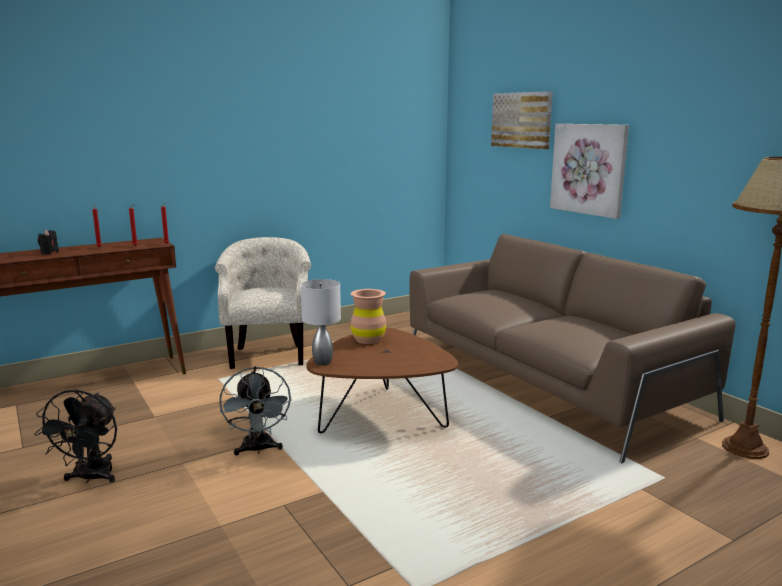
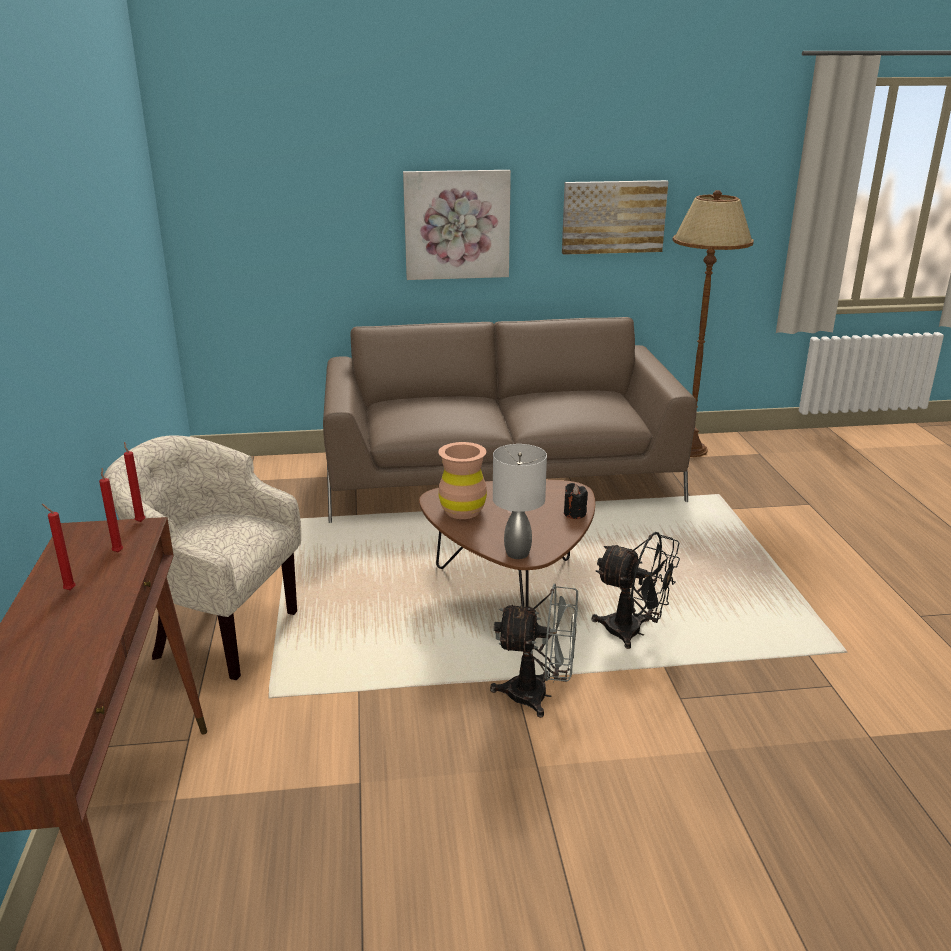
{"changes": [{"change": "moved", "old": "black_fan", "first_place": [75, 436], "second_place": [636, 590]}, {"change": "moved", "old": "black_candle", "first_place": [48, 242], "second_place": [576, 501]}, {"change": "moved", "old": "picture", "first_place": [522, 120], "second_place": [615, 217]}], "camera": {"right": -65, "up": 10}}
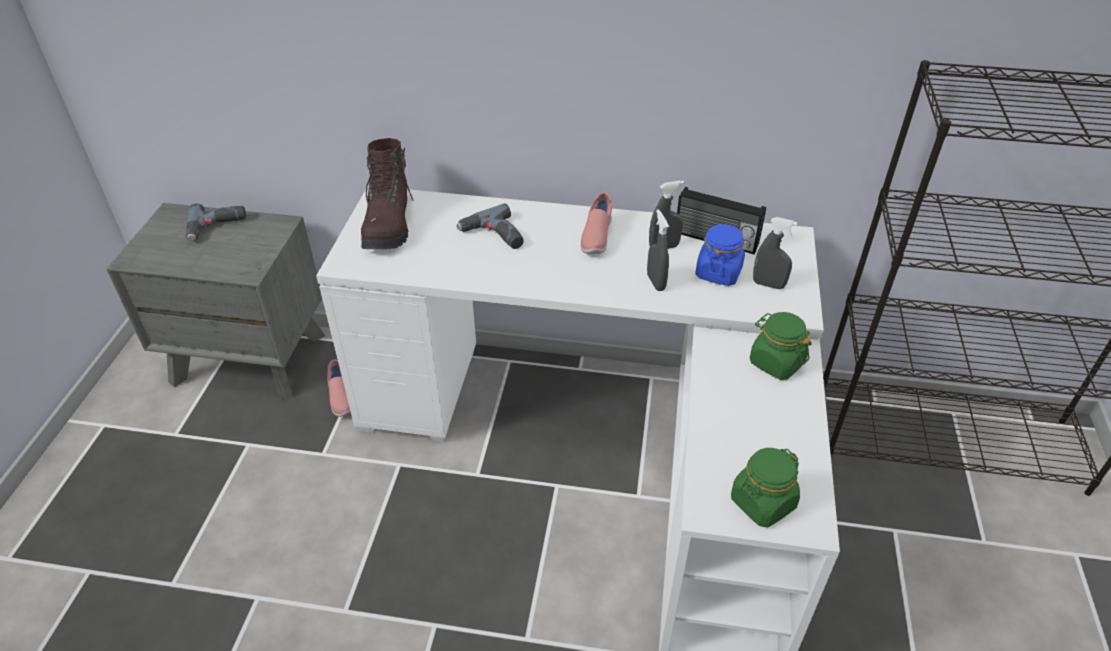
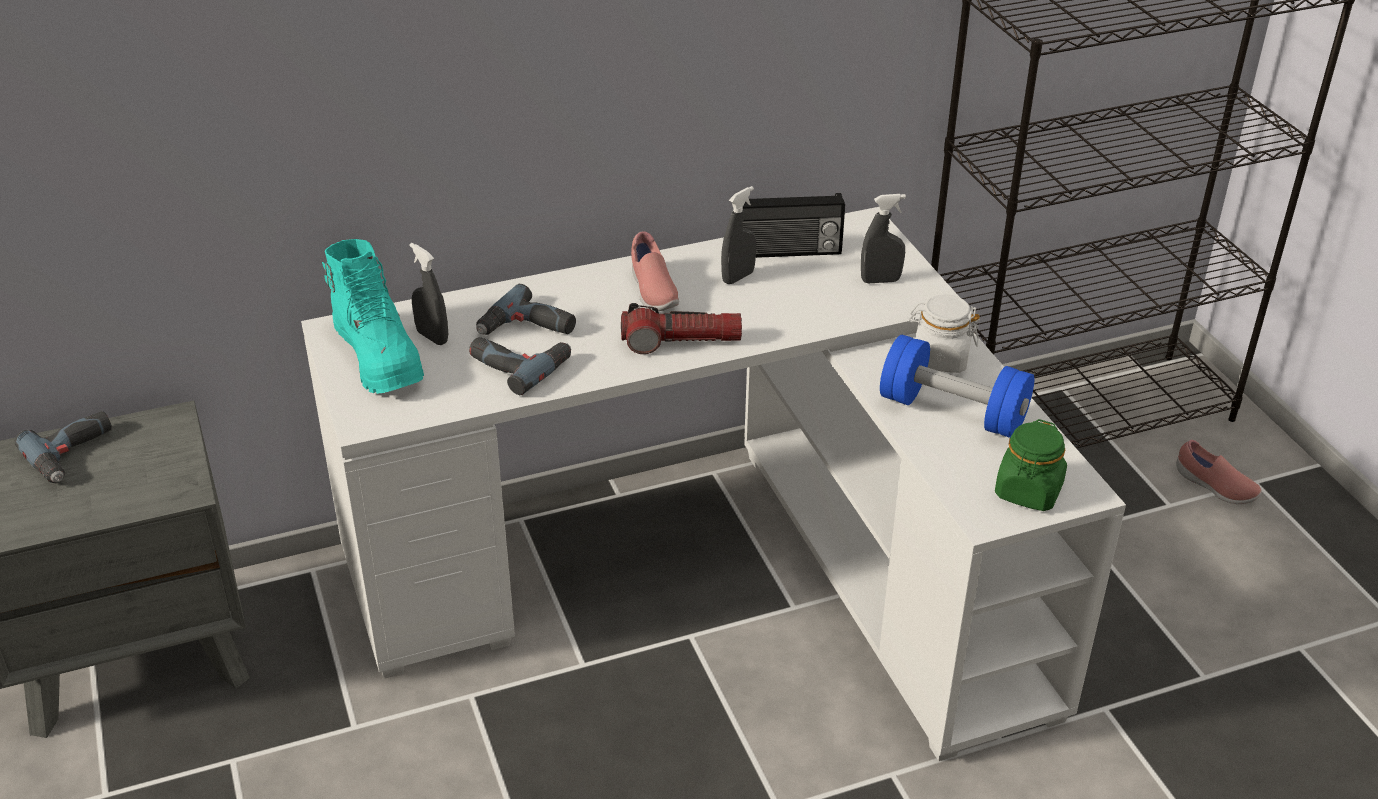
{"changes": [{"change": "removed", "old": "blue_jar", "first_place": [720, 255]}, {"change": "added", "new": "power_drill", "second_place": [520, 366]}, {"change": "added", "new": "flashlight", "second_place": [681, 328]}, {"change": "added", "new": "blue_dumbbell", "second_place": [957, 386]}, {"change": "moved", "old": "pink_shoe", "first_place": [339, 388], "second_place": [1219, 472]}, {"change": "moved", "old": "grey_spray_bottle", "first_place": [658, 250], "second_place": [429, 294]}, {"change": "recoloured", "old": "brown_boot", "new": "turquoise_boot", "first_place": [387, 193], "second_place": [373, 316]}, {"change": "recoloured", "old": "green_jar", "new": "white_jar", "first_place": [780, 346], "second_place": [944, 333]}], "camera": {"right": -30, "up": -5}}
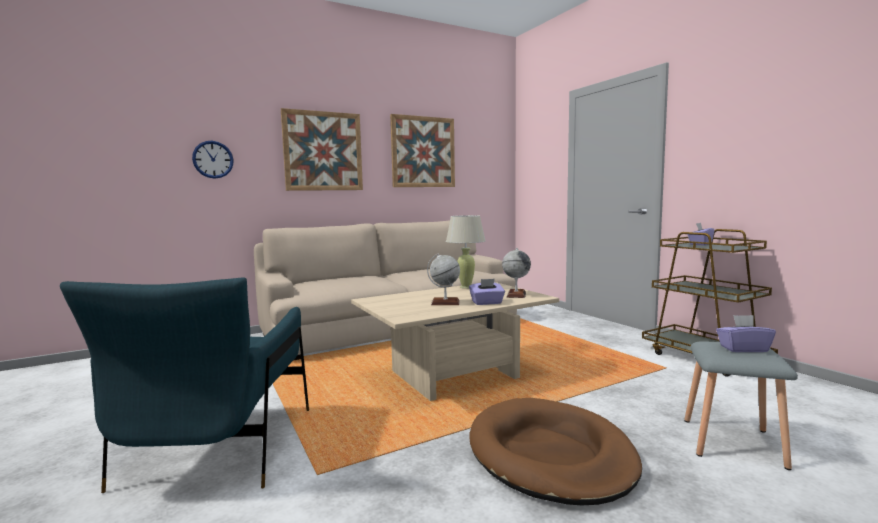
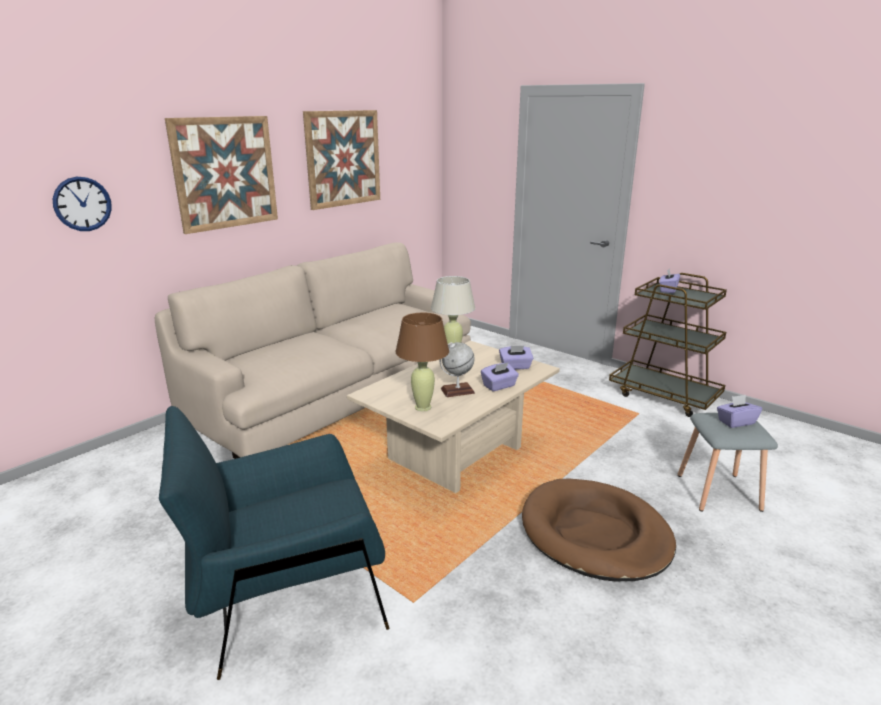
{"changes": [{"change": "added", "new": "brown_table_lamp", "second_place": [422, 361]}, {"change": "replaced", "old": "globe", "new": "purple_tissue_box", "first_place": [516, 273], "second_place": [516, 358]}, {"change": "turned", "old": "blue_armchair", "first_place": [184, 385], "second_place": [274, 543], "degrees": 90}], "camera": {"right": -20, "up": 15}}
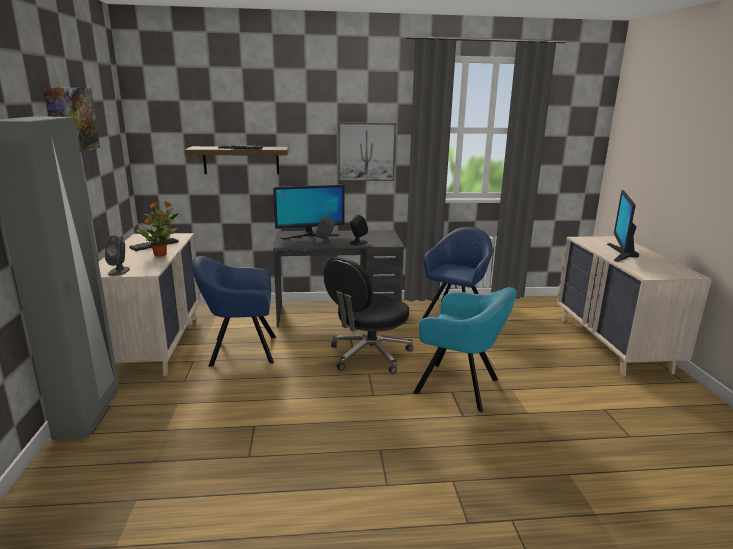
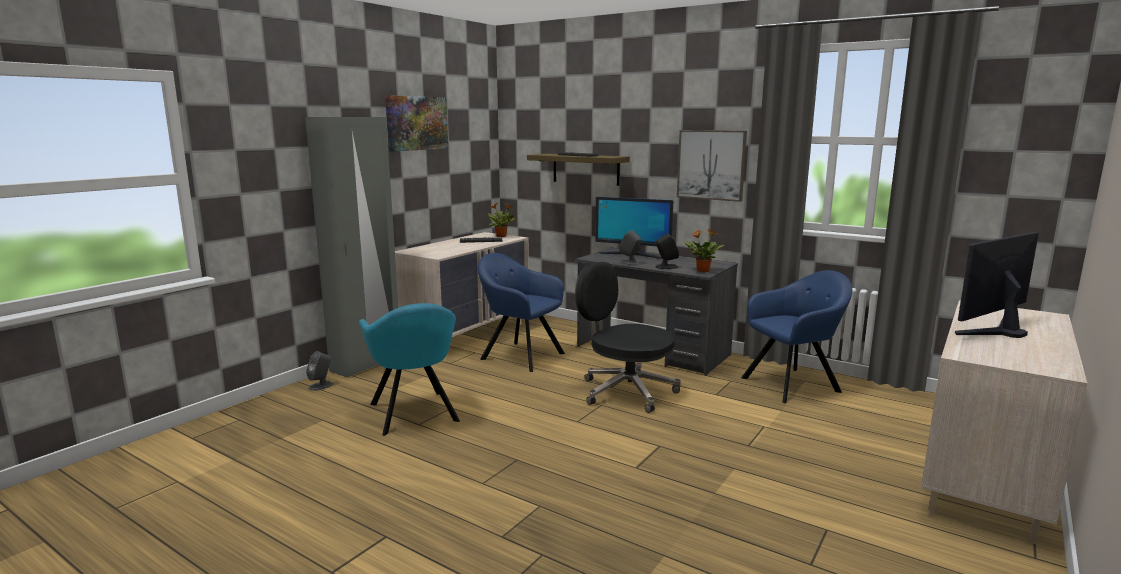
{"changes": [{"change": "moved", "old": "grey_speaker", "first_place": [117, 255], "second_place": [319, 371]}, {"change": "moved", "old": "potted_plant", "first_place": [157, 236], "second_place": [704, 250]}, {"change": "moved", "old": "turquoise_armchair", "first_place": [465, 349], "second_place": [409, 369]}, {"change": "turned", "old": "black_office_chair", "first_place": [368, 315], "second_place": [628, 337], "degrees": 45}], "camera": {"right": 40, "up": -5}}
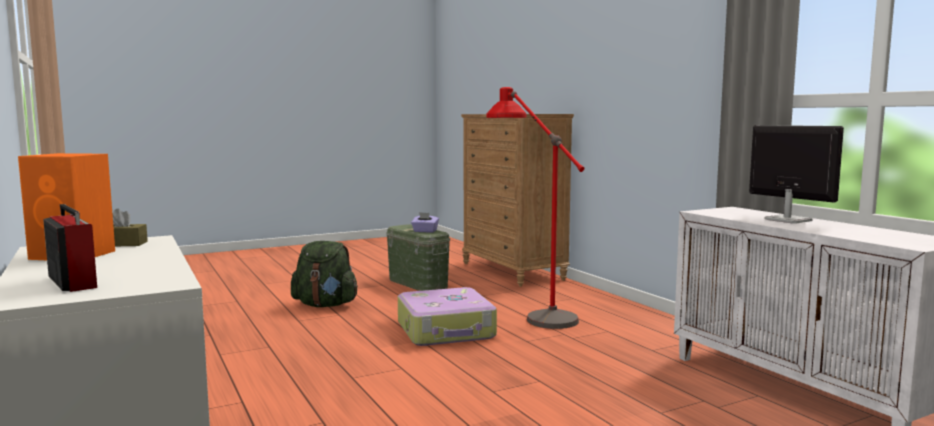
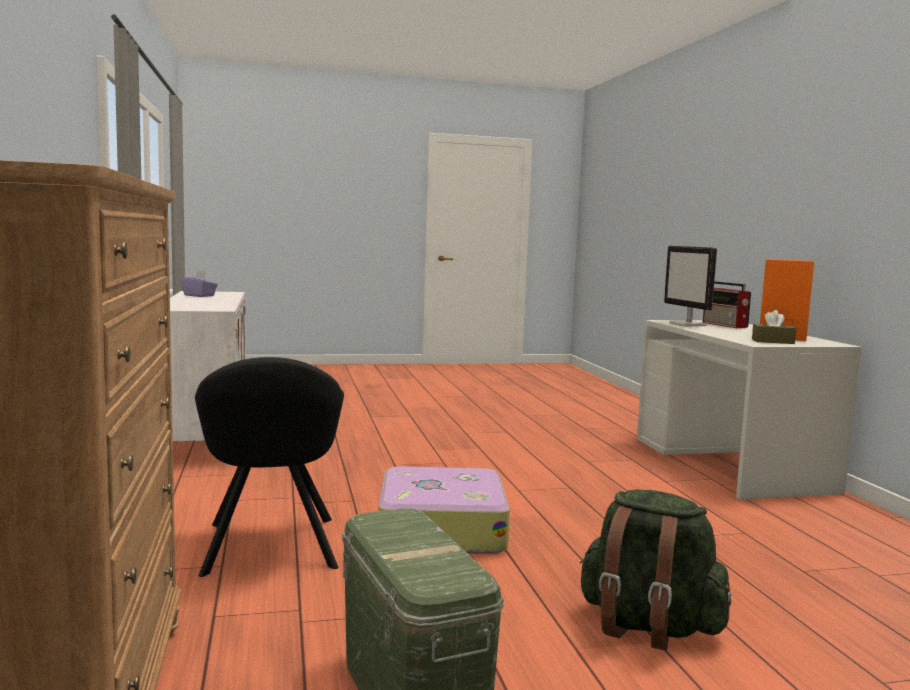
{"changes": [{"change": "moved", "old": "purple_tissue_box", "first_place": [425, 222], "second_place": [199, 284]}, {"change": "moved", "old": "monitor", "first_place": [796, 174], "second_place": [690, 286]}, {"change": "replaced", "old": "red_floor_lamp", "new": "black_armchair", "first_place": [535, 208], "second_place": [269, 467]}], "camera": {"right": -165, "up": 0}}
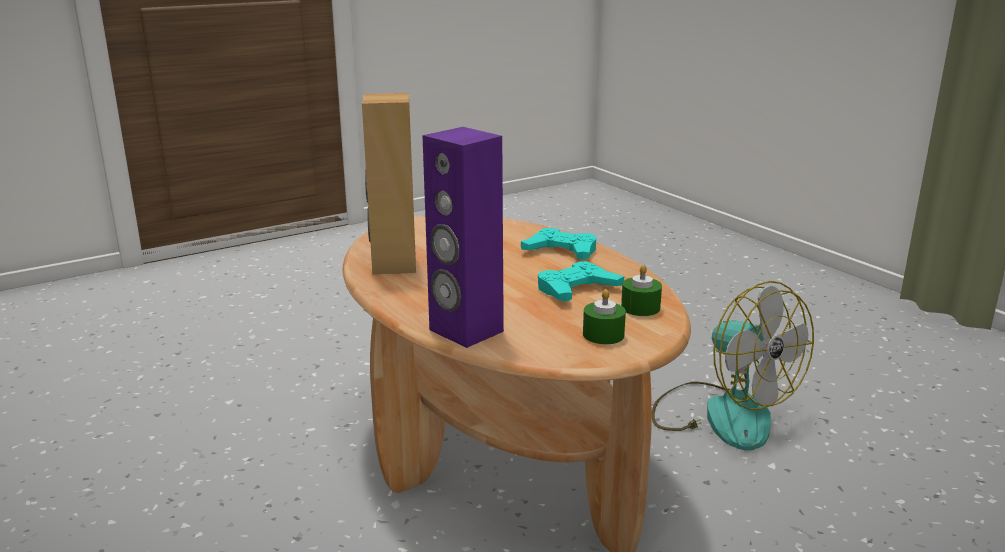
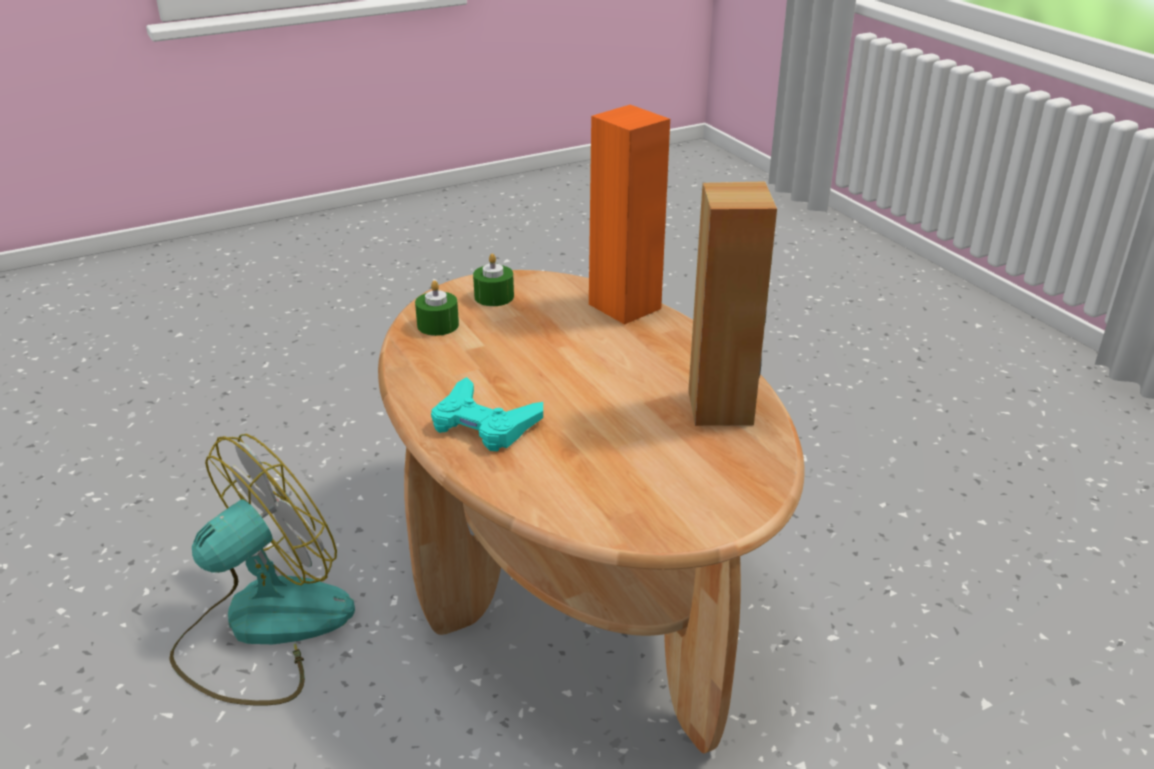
{"changes": [{"change": "removed", "old": "turquoise_game_controller", "first_place": [581, 281]}, {"change": "recoloured", "old": "purple_speaker", "new": "orange_speaker", "first_place": [463, 237], "second_place": [629, 214]}, {"change": "turned", "old": "fan", "first_place": [733, 365], "second_place": [262, 570], "degrees": 75}], "camera": {"right": -175, "up": 10}}
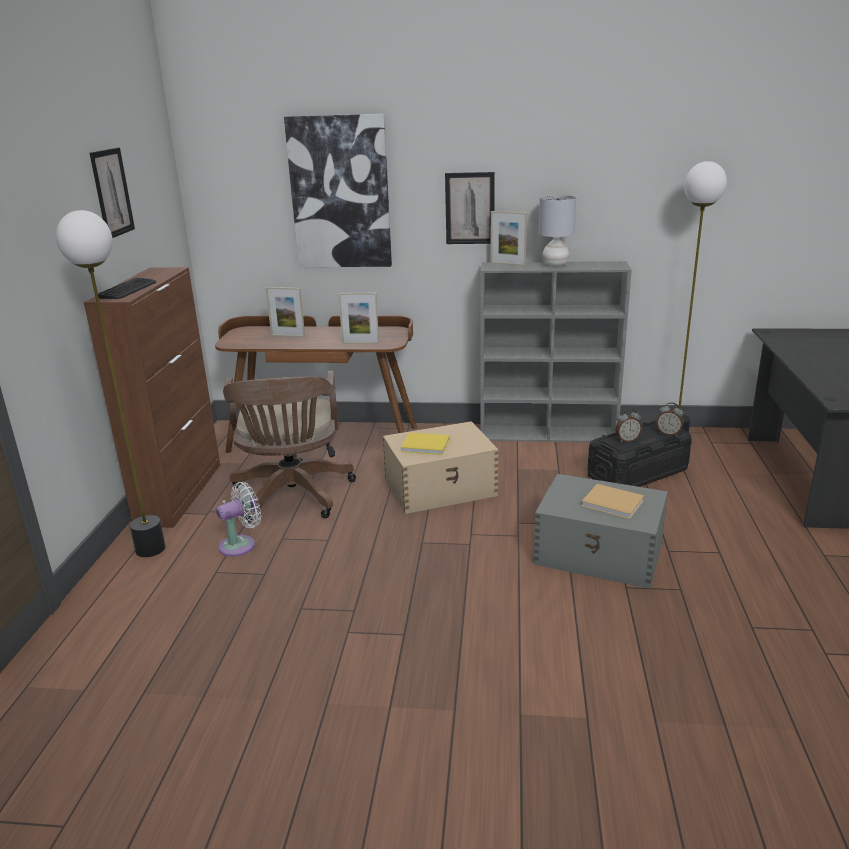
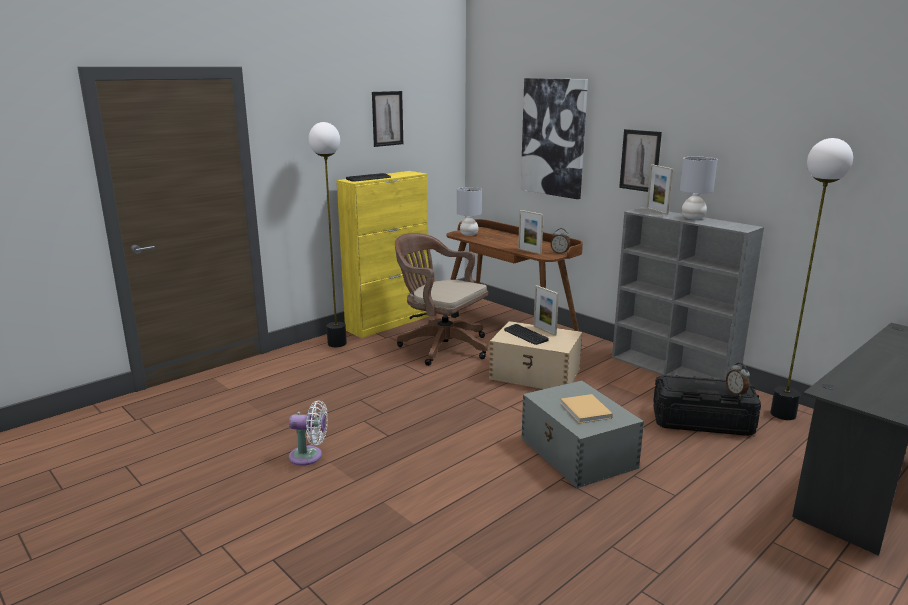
{"changes": [{"change": "added", "new": "grey_table_lamp", "second_place": [469, 211]}, {"change": "moved", "old": "white_fan", "first_place": [238, 519], "second_place": [308, 433]}, {"change": "moved", "old": "picture_frame", "first_place": [285, 312], "second_place": [546, 310]}, {"change": "moved", "old": "alarm_clock", "first_place": [628, 425], "second_place": [560, 241]}, {"change": "replaced", "old": "yellow_book", "new": "keyboard", "first_place": [425, 443], "second_place": [526, 334]}, {"change": "recoloured", "old": "brown_cabinet", "new": "yellow_cabinet", "first_place": [152, 397], "second_place": [382, 254]}, {"change": "turned", "old": "brown_office_chair", "first_place": [289, 447], "second_place": [441, 299], "degrees": 90}], "camera": {"right": 40, "up": -5}}
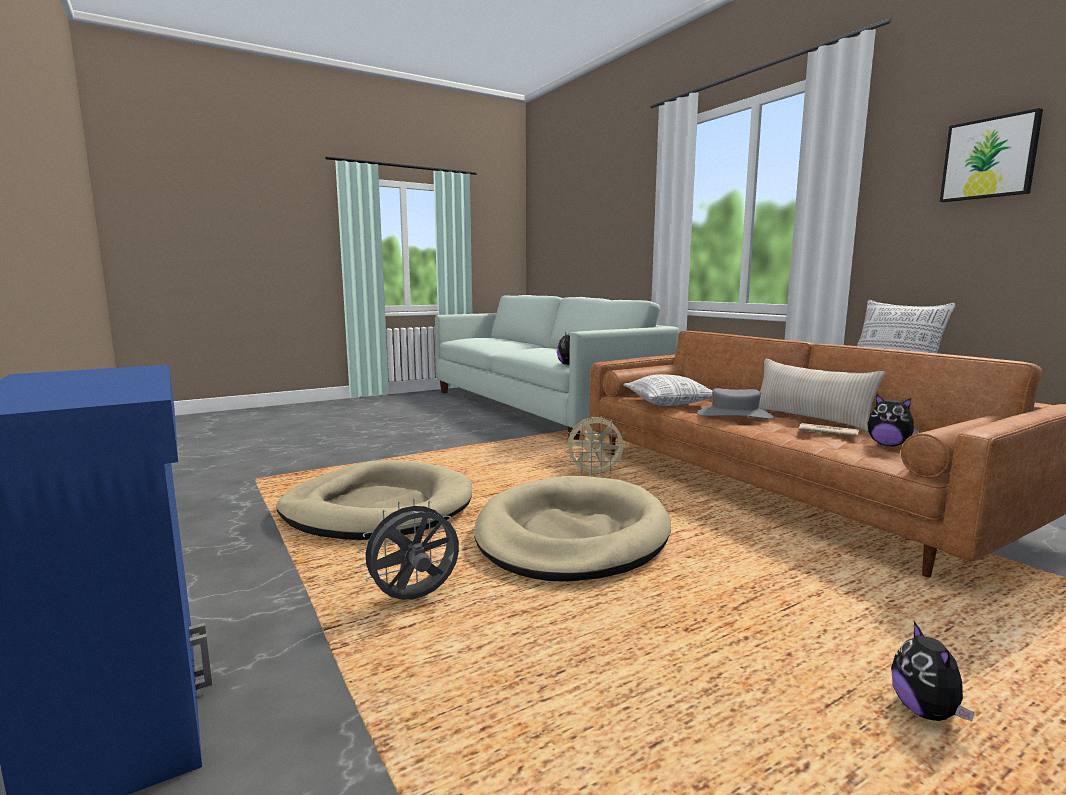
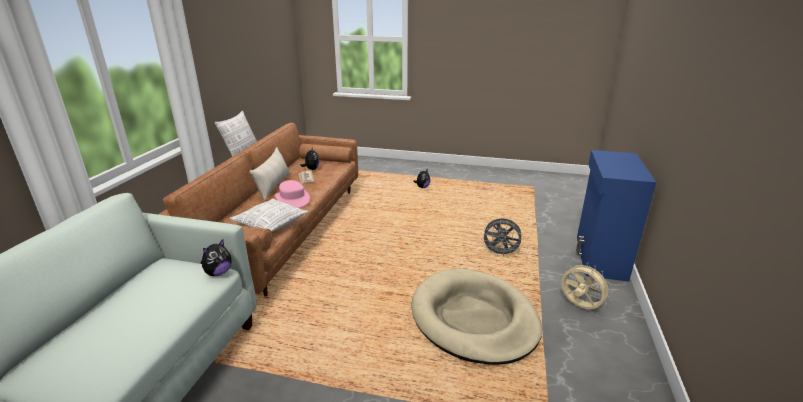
{"changes": [{"change": "removed", "old": "beige_dog_bed", "first_place": [572, 529]}, {"change": "removed", "old": "picture", "first_place": [991, 155]}, {"change": "moved", "old": "beige_fan", "first_place": [596, 446], "second_place": [587, 285]}, {"change": "recoloured", "old": "grey_hat", "new": "pink_hat", "first_place": [735, 403], "second_place": [292, 194]}], "camera": {"right": -135, "up": 15}}
